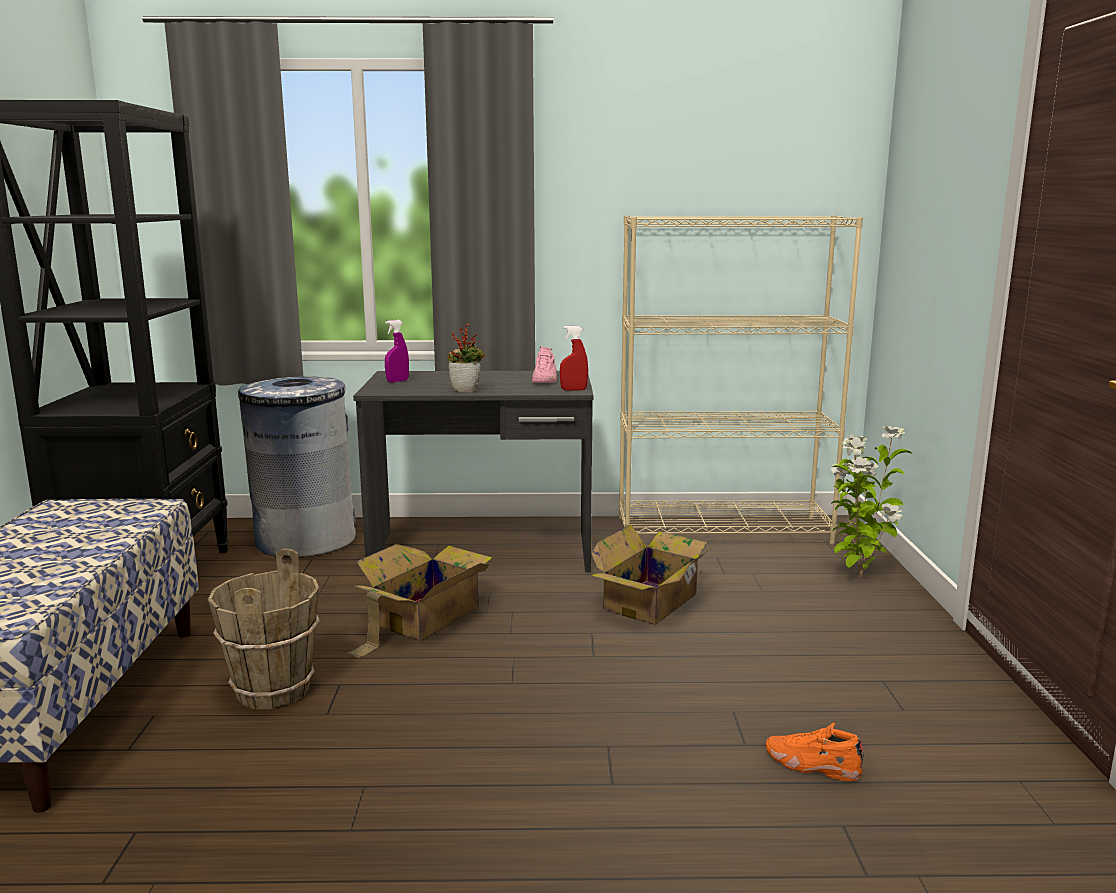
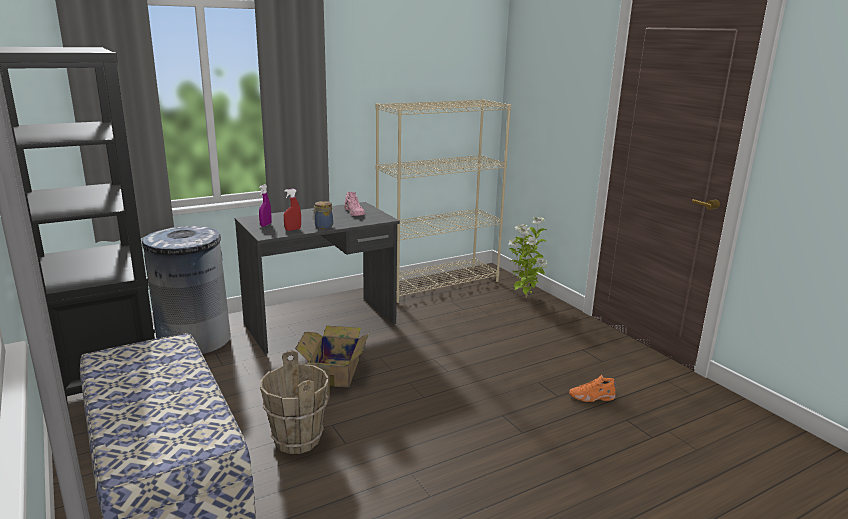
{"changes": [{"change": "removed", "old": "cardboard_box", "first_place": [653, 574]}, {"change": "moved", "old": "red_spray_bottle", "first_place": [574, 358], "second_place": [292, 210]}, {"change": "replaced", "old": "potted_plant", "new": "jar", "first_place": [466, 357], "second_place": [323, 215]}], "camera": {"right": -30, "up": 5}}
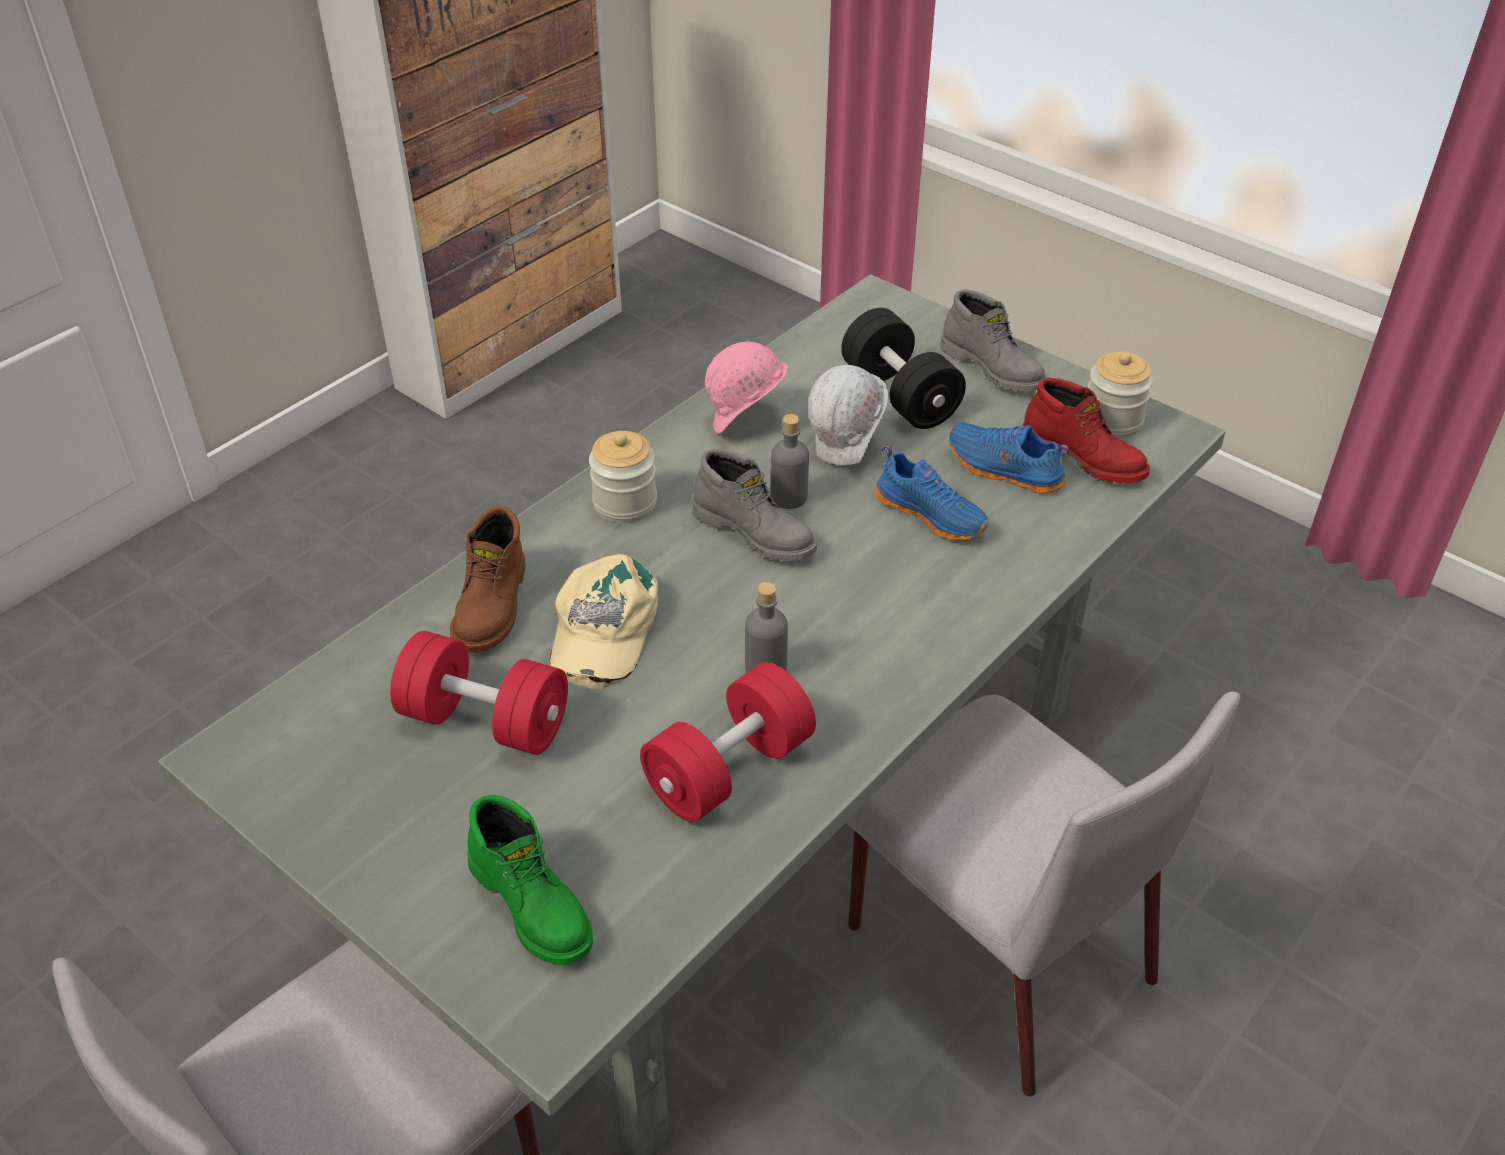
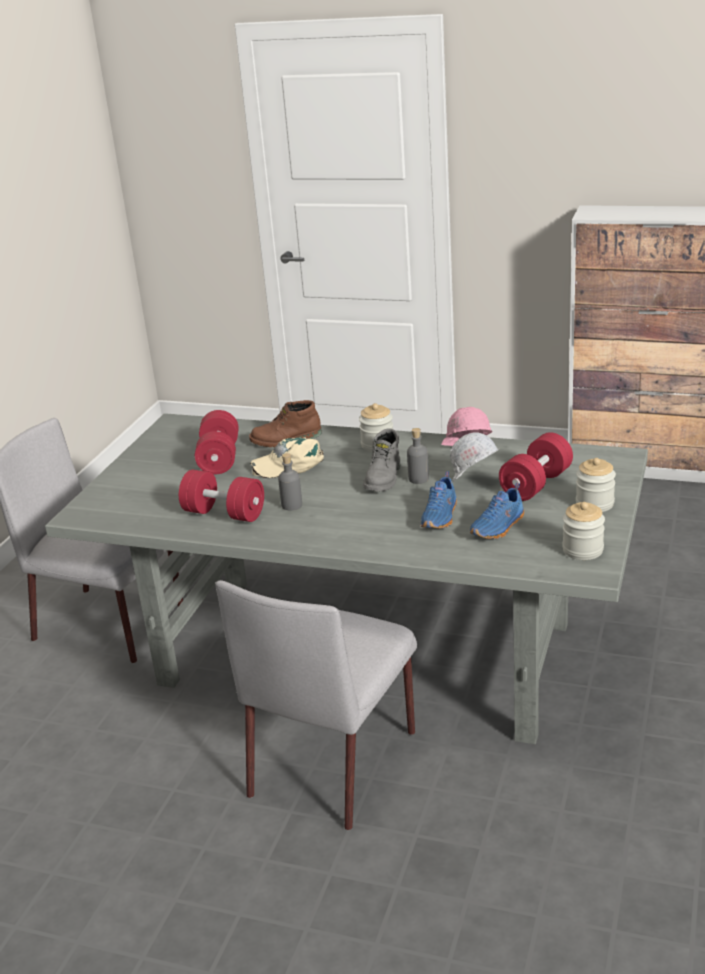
{"changes": [{"change": "removed", "old": "green_boot", "first_place": [530, 880]}, {"change": "removed", "old": "red_boot", "first_place": [1086, 430]}, {"change": "replaced", "old": "grey_boot", "new": "jar", "first_place": [993, 341], "second_place": [596, 485]}, {"change": "recoloured", "old": "black_dumbbell", "new": "red_dumbbell", "first_place": [903, 368], "second_place": [536, 466]}, {"change": "turned", "old": "blue_shoe", "first_place": [1009, 458], "second_place": [497, 511], "degrees": -150}], "camera": {"right": 70, "up": -15}}
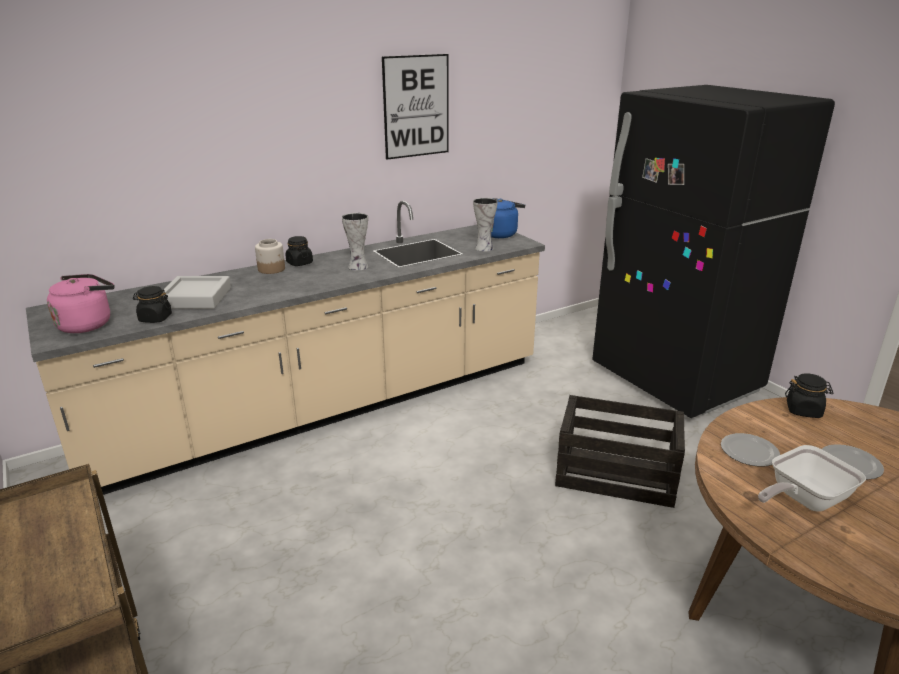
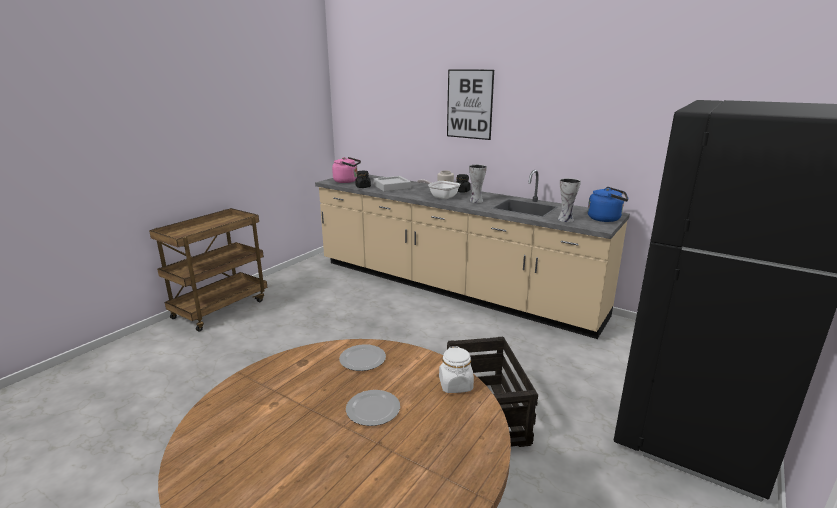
{"changes": [{"change": "moved", "old": "picture", "first_place": [415, 107], "second_place": [470, 104]}, {"change": "moved", "old": "frying_pan", "first_place": [812, 478], "second_place": [438, 189]}, {"change": "recoloured", "old": "black_jar", "new": "white_jar", "first_place": [809, 395], "second_place": [456, 369]}], "camera": {"right": 65, "up": -5}}
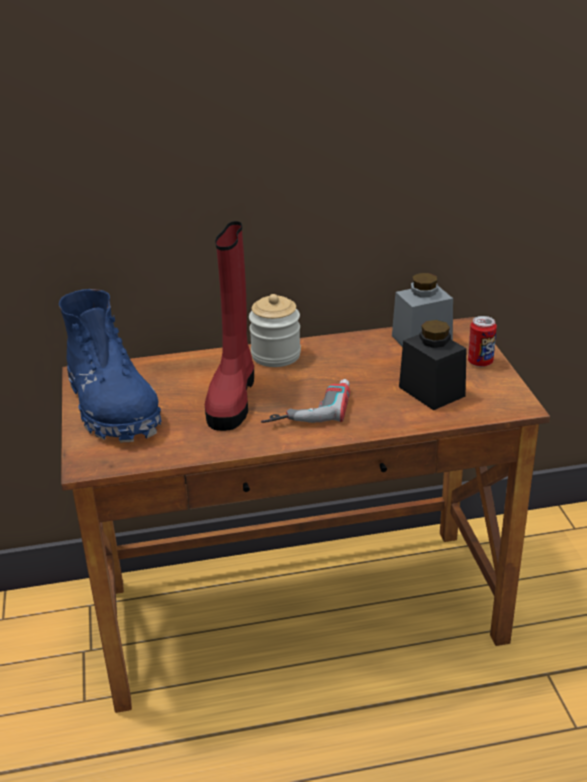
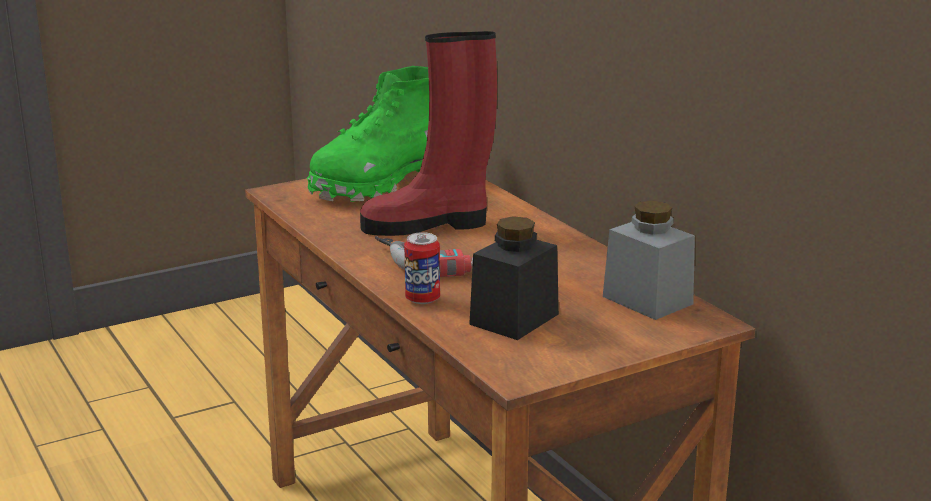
{"changes": [{"change": "removed", "old": "jar", "first_place": [275, 330]}, {"change": "moved", "old": "can", "first_place": [482, 341], "second_place": [422, 268]}, {"change": "recoloured", "old": "blue_boot", "new": "green_boot", "first_place": [110, 366], "second_place": [368, 134]}], "camera": {"right": 70, "up": -10}}
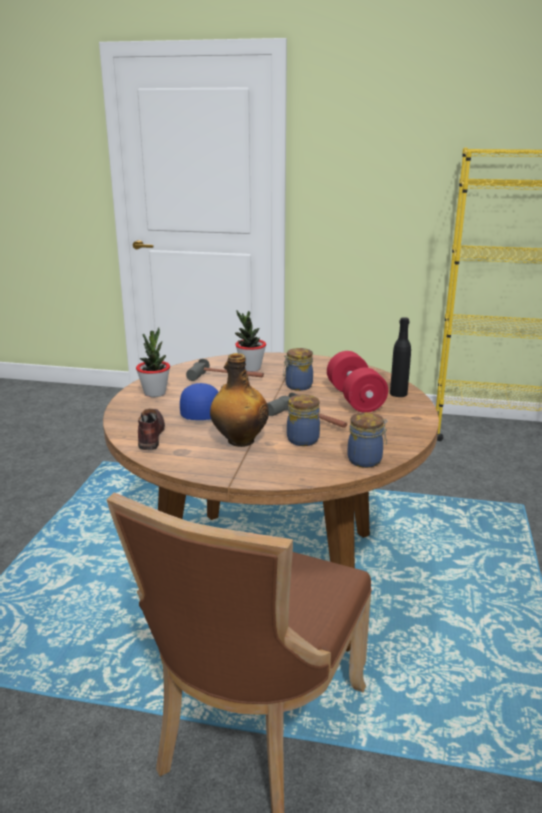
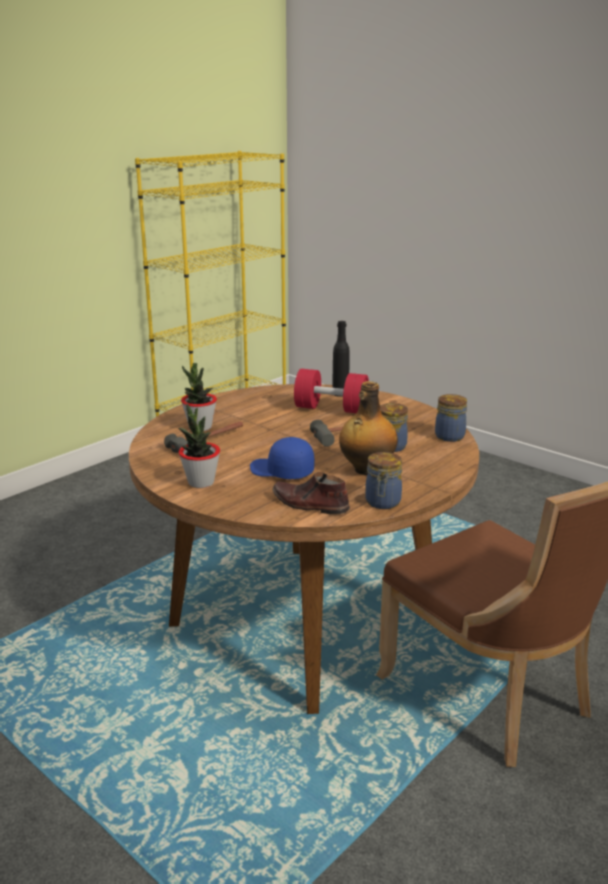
{"changes": [{"change": "moved", "old": "jar", "first_place": [298, 369], "second_place": [383, 480]}], "camera": {"right": -60, "up": 0}}
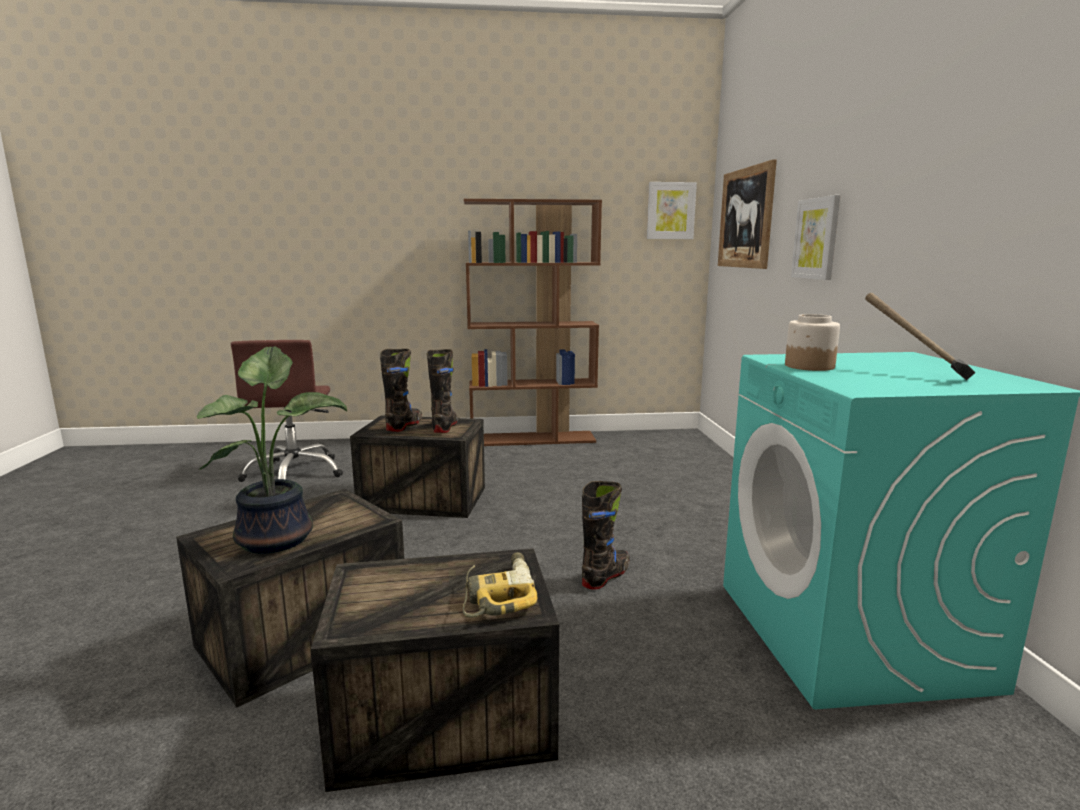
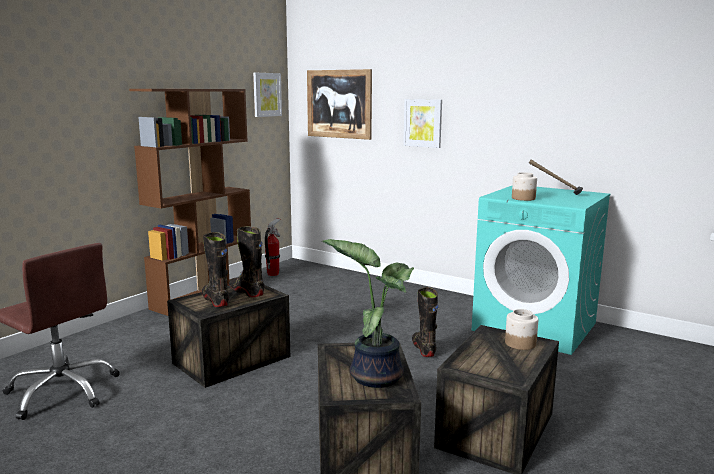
{"changes": [{"change": "added", "new": "fire_extinguisher", "second_place": [272, 247]}, {"change": "replaced", "old": "power_drill", "new": "jar", "first_place": [500, 585], "second_place": [521, 329]}], "camera": {"right": -50, "up": 0}}
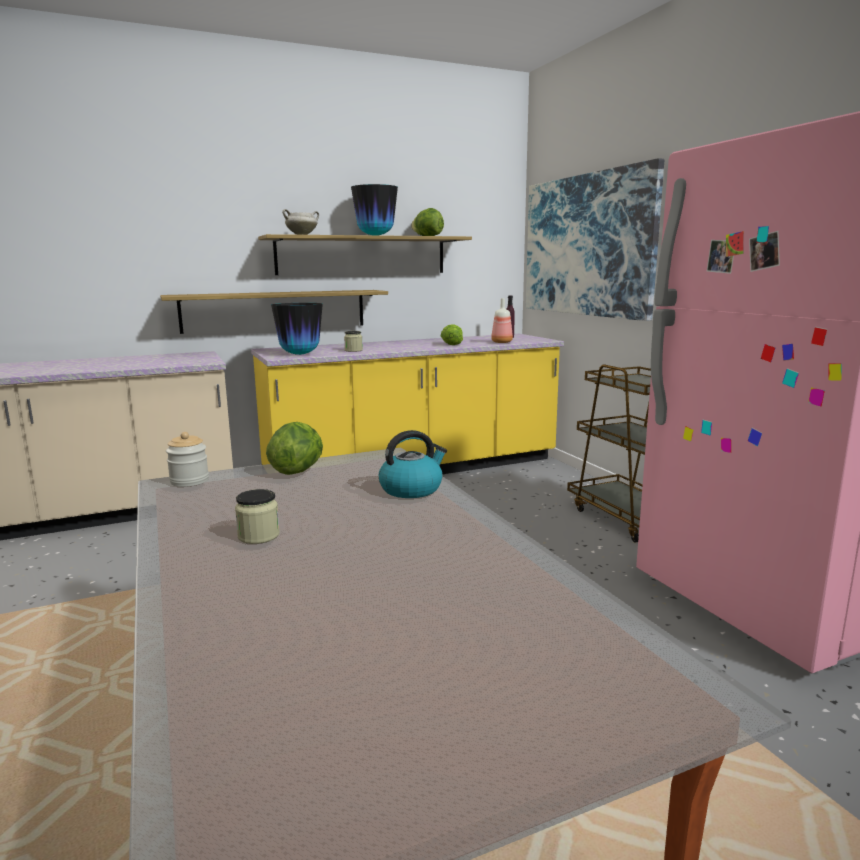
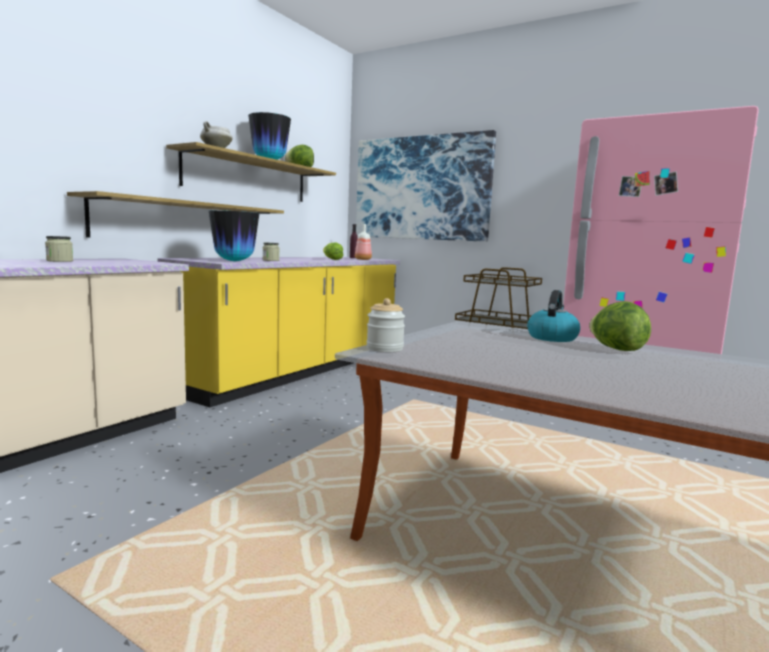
{"changes": [{"change": "moved", "old": "jar", "first_place": [257, 516], "second_place": [59, 249]}, {"change": "moved", "old": "lettuce", "first_place": [294, 448], "second_place": [620, 326]}], "camera": {"right": -35, "up": -5}}
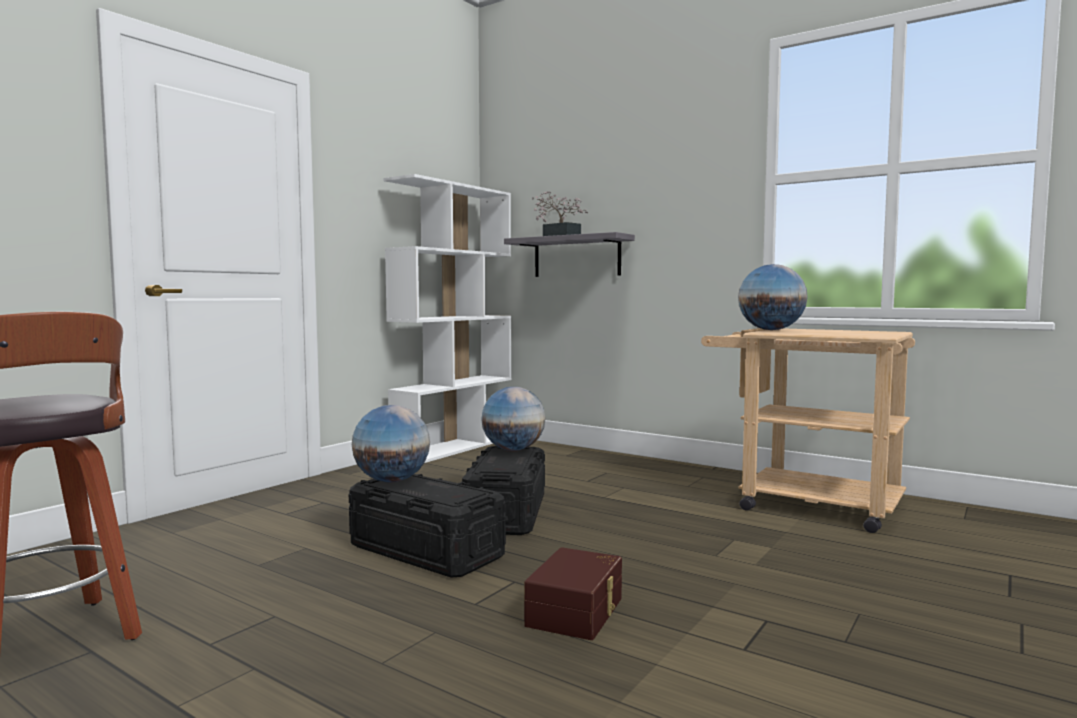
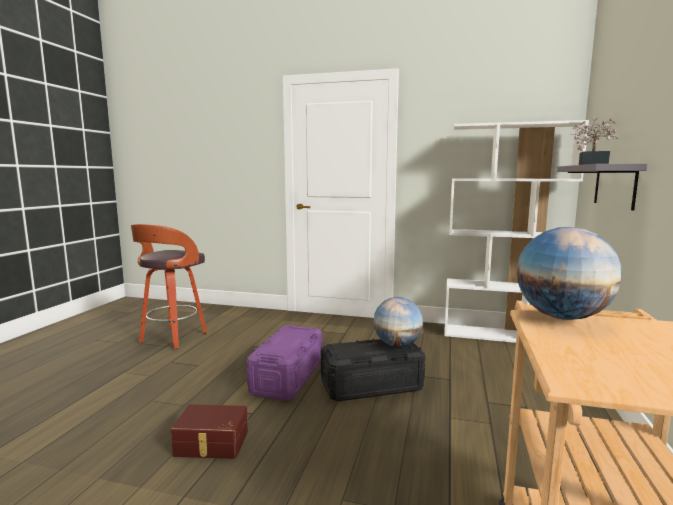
{"changes": [{"change": "removed", "old": "globe", "first_place": [391, 443]}, {"change": "recoloured", "old": "black_storage_box", "new": "purple_storage_box", "first_place": [427, 525], "second_place": [284, 363]}], "camera": {"right": 70, "up": 5}}
